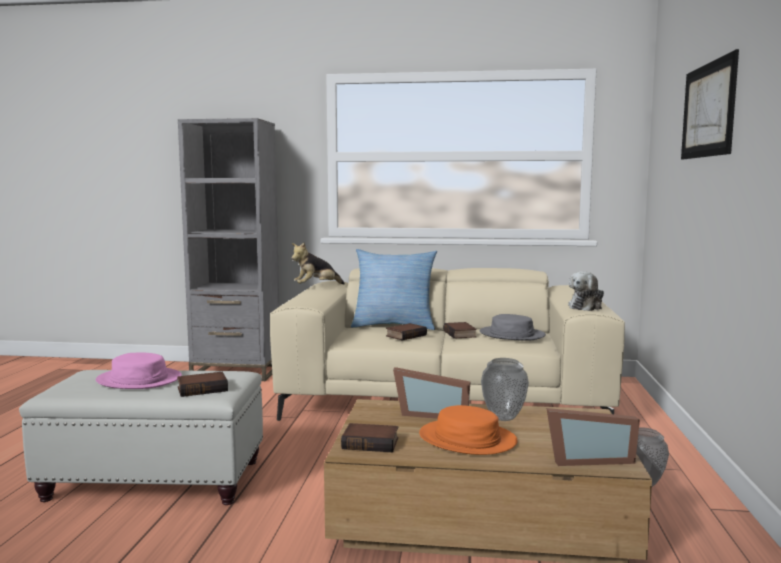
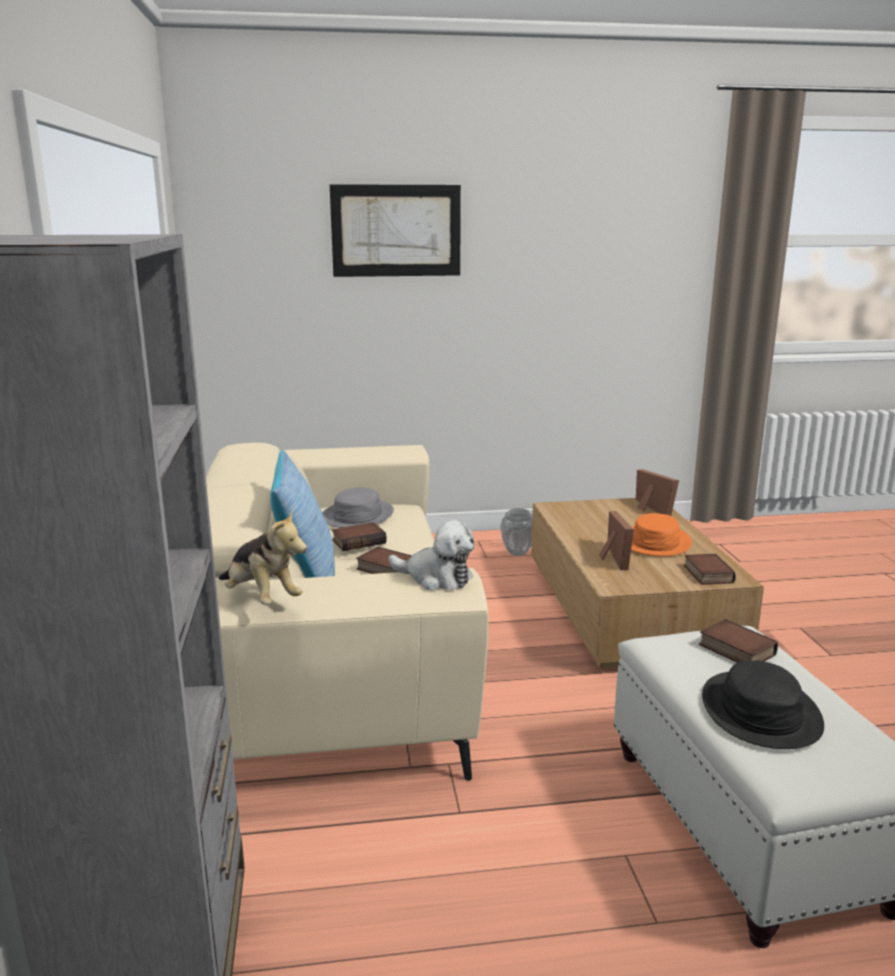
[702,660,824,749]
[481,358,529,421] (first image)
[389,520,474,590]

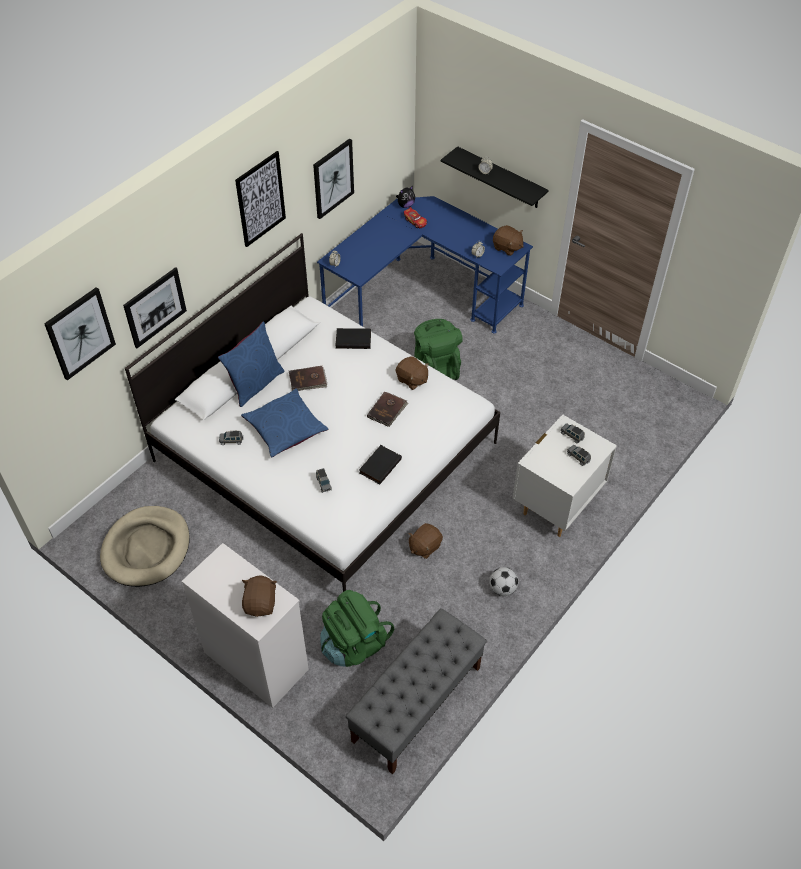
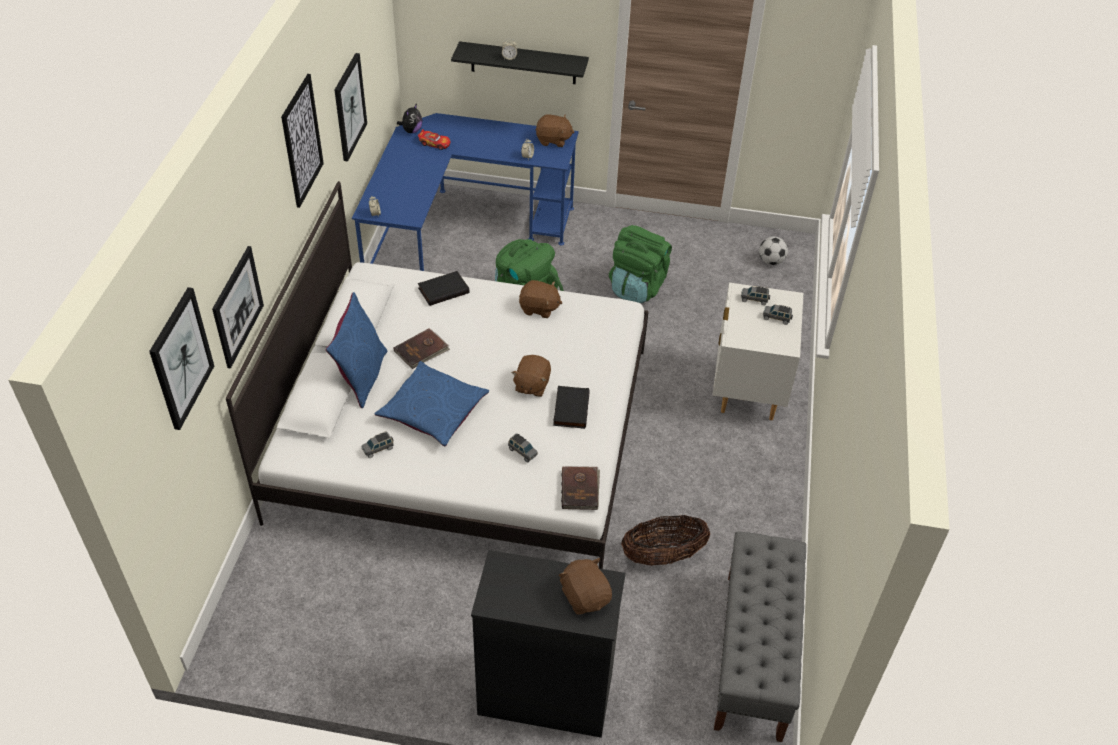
[100,506,189,587] (first image)
[471,550,626,738]
[609,225,672,303]
[561,466,600,510]
[512,355,551,397]
[759,237,788,265]
[621,515,710,566]

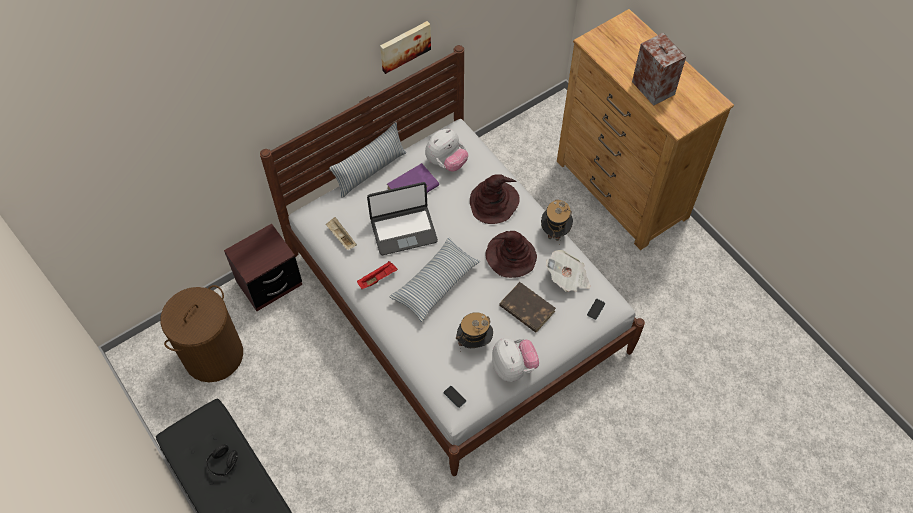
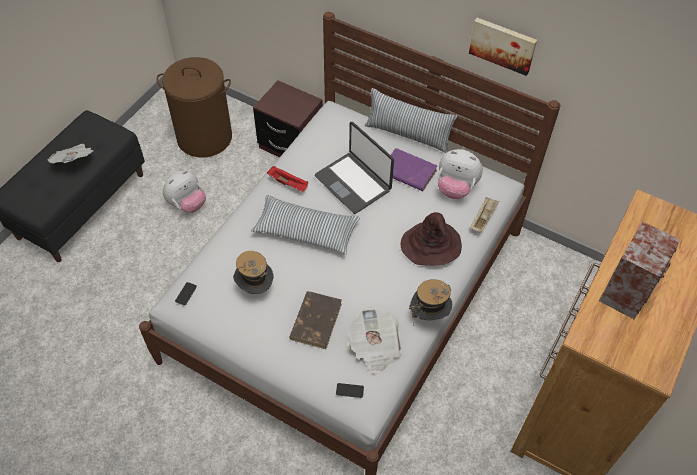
[48,144,94,163]
[470,197,500,233]
[486,231,537,278] (first image)
[163,170,206,213]

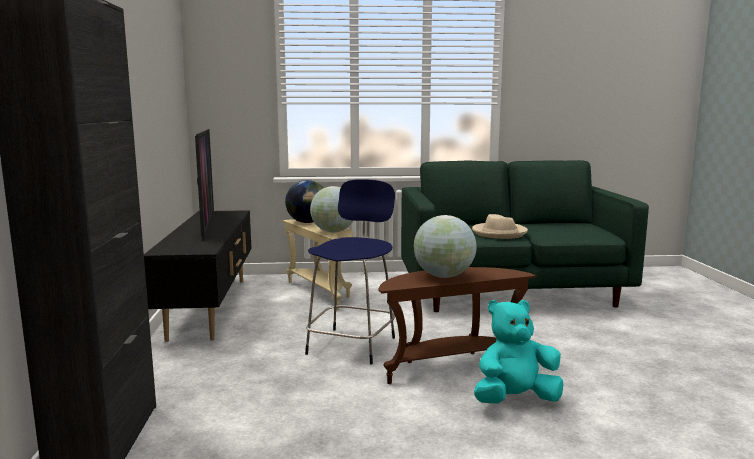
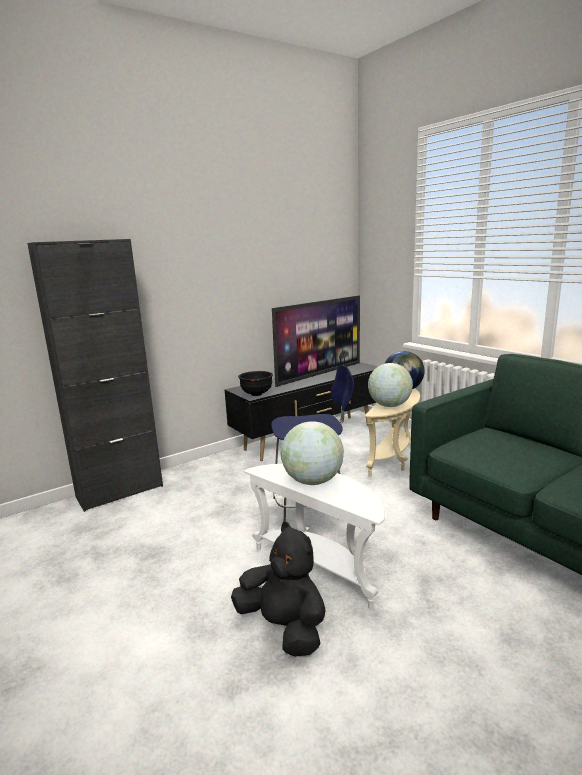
[244,464,385,610]
[472,214,528,239] (first image)
[231,522,326,657]
[238,371,273,396]

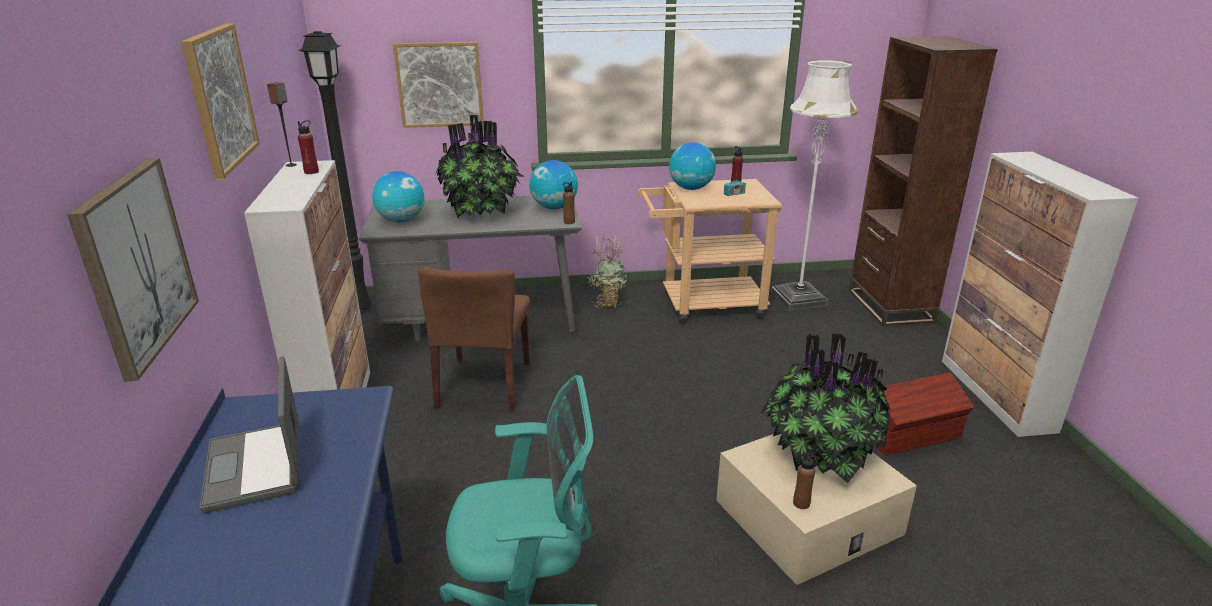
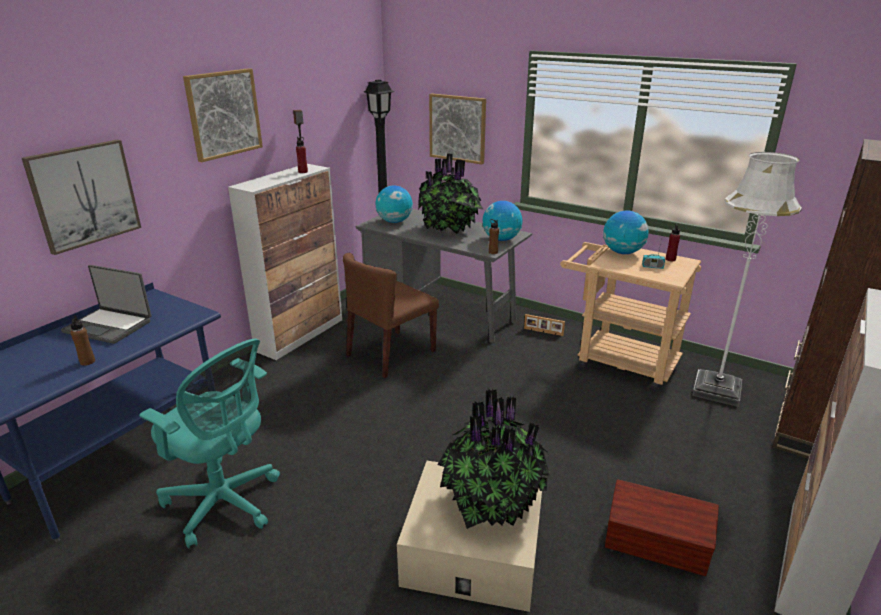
[61,265,152,344]
[524,314,565,336]
[71,315,95,366]

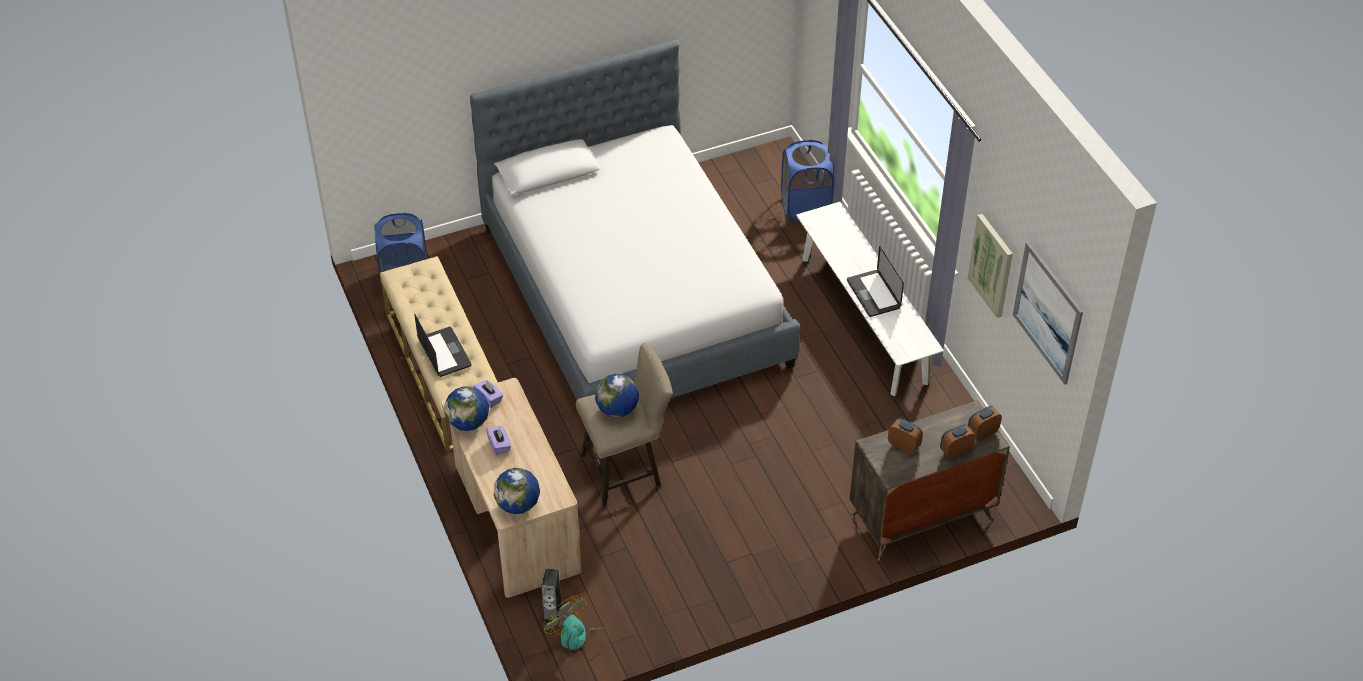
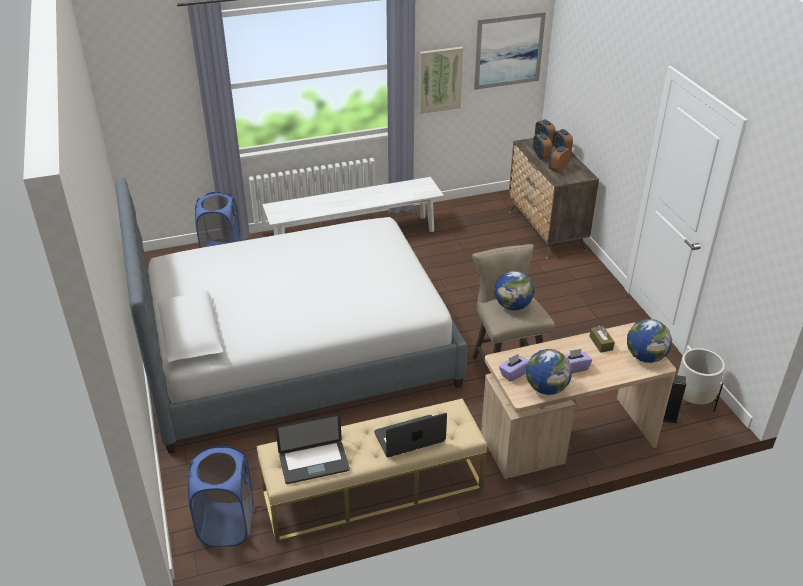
[678,348,725,412]
[275,414,350,484]
[533,133,552,160]
[589,326,615,353]

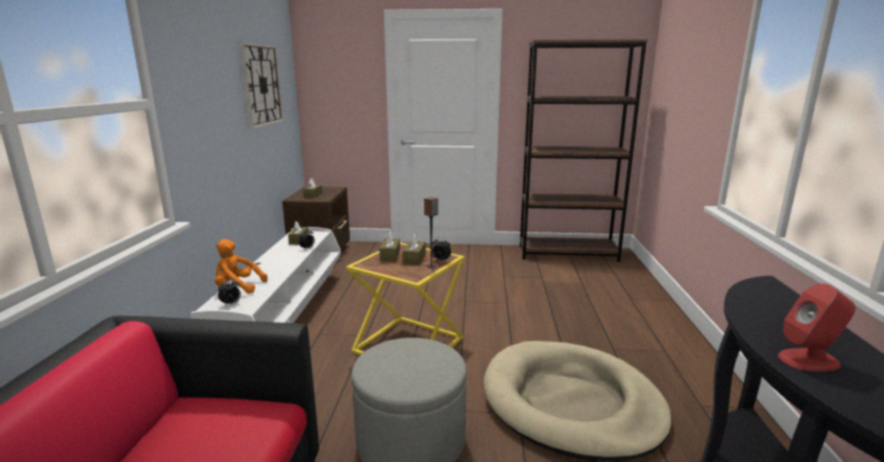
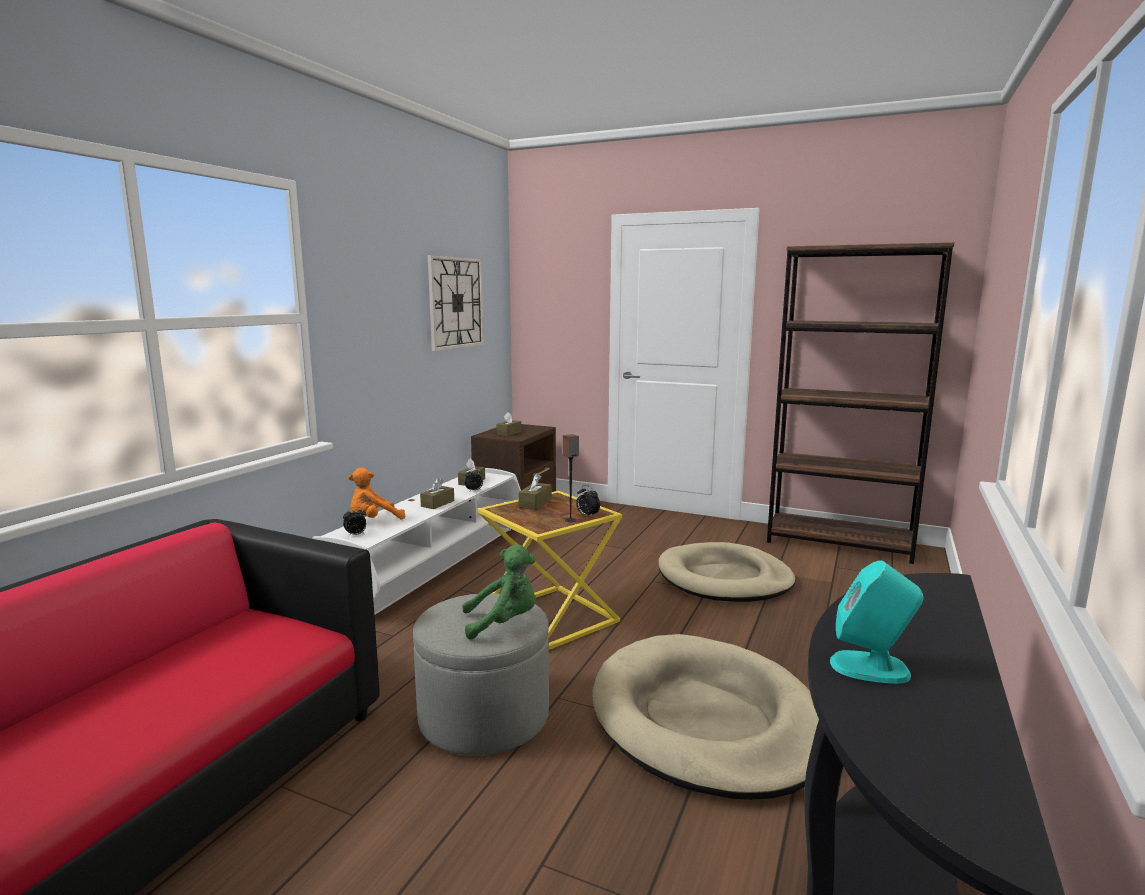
[348,468,405,520]
[420,478,454,509]
[830,560,924,684]
[462,544,536,640]
[658,542,796,602]

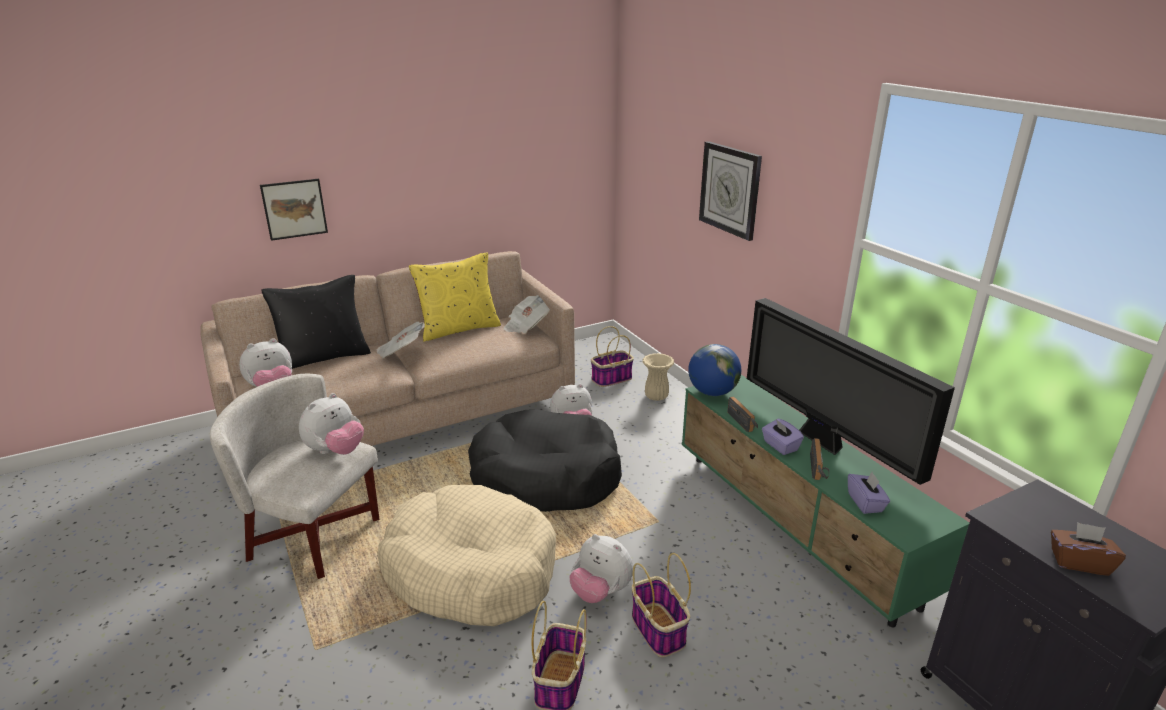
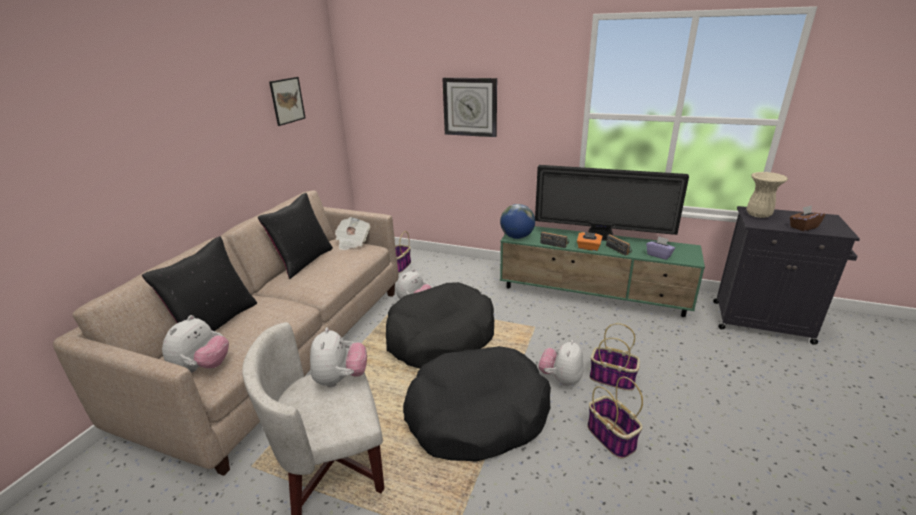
[269,77,305,126]
[376,322,425,359] (first image)
[403,346,551,461]
[258,193,333,279]
[538,340,584,386]
[747,172,788,218]
[577,232,603,251]

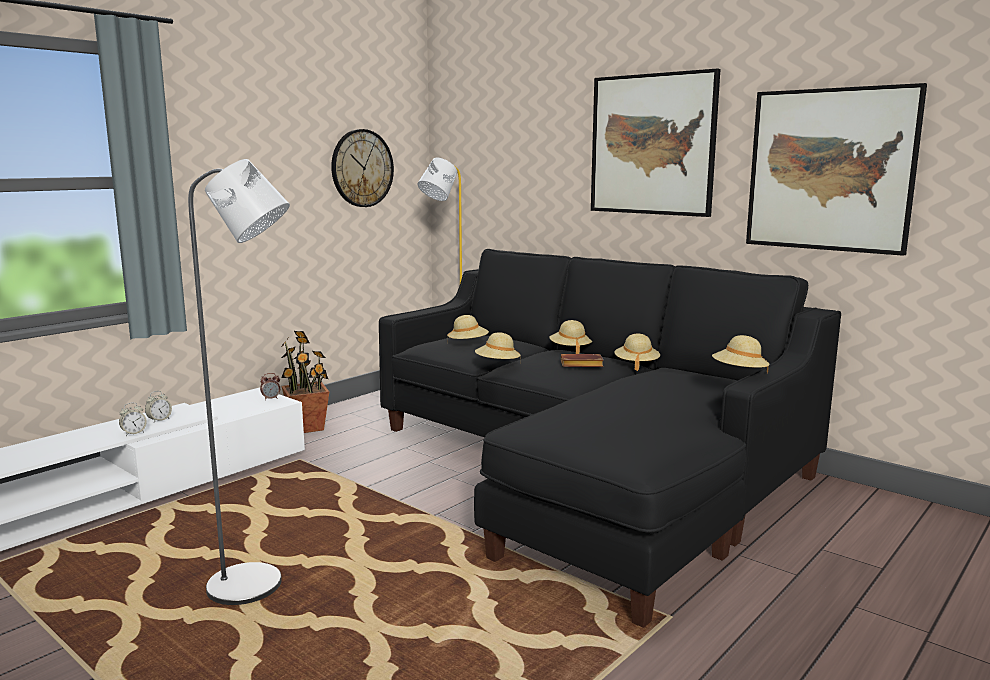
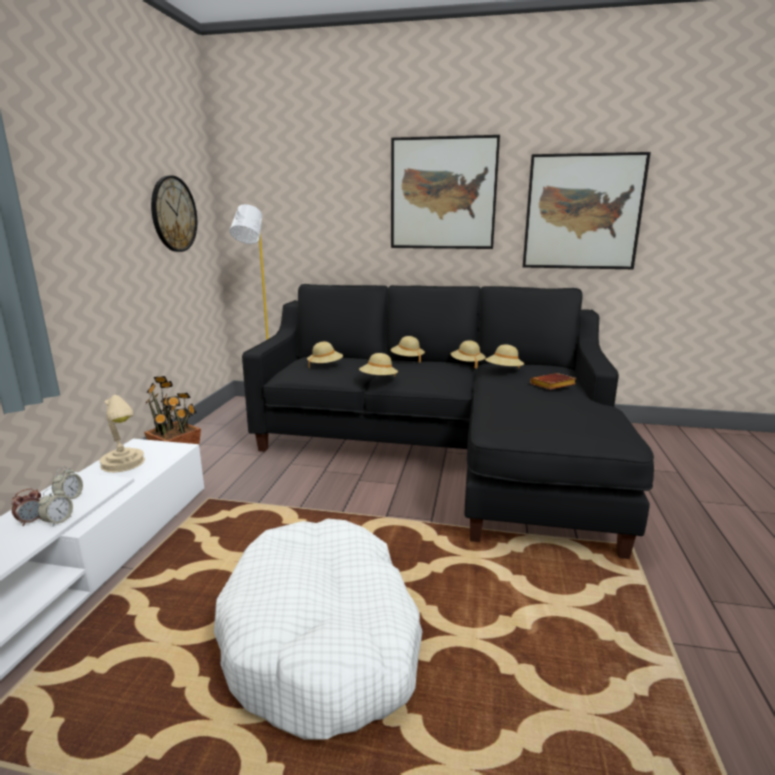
[214,519,423,740]
[11,488,41,526]
[530,373,577,390]
[485,344,524,368]
[99,395,145,472]

